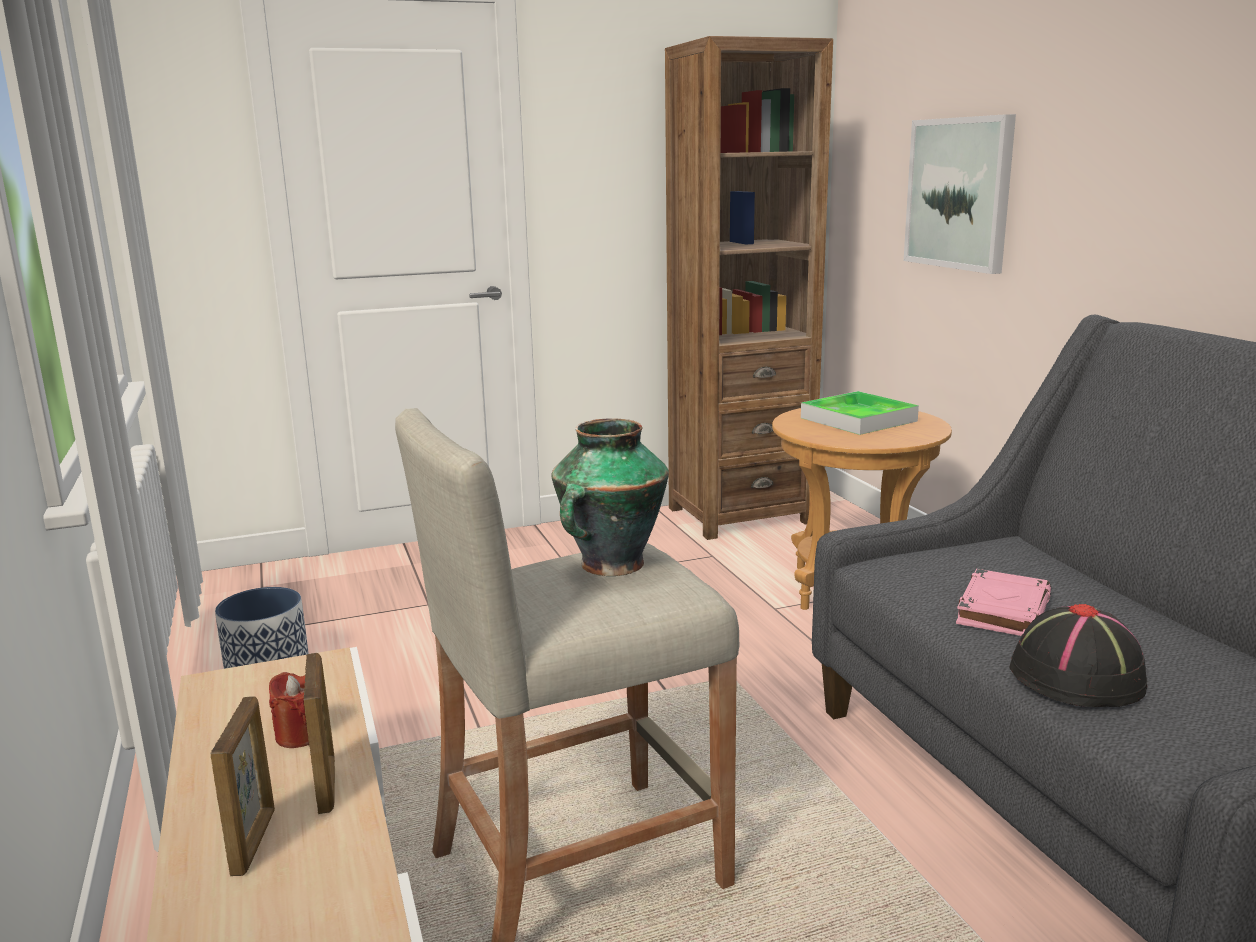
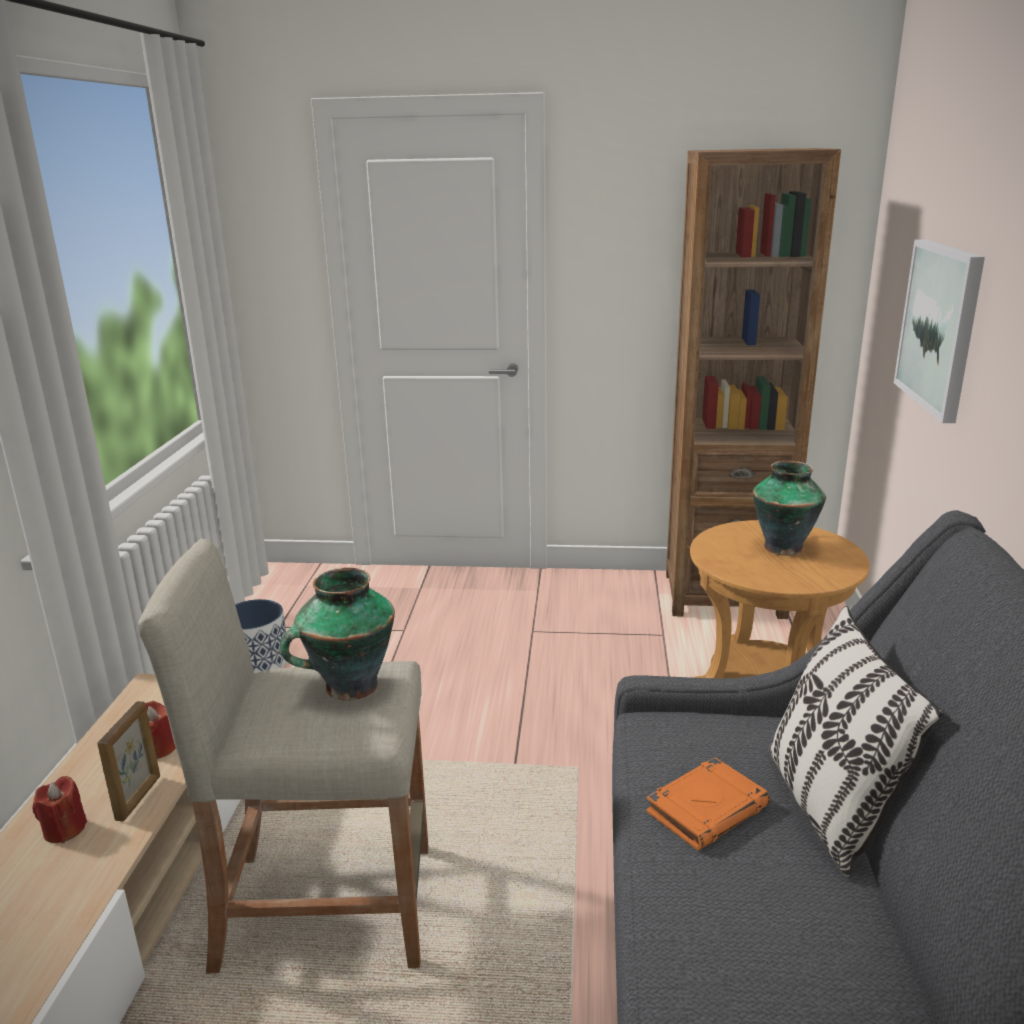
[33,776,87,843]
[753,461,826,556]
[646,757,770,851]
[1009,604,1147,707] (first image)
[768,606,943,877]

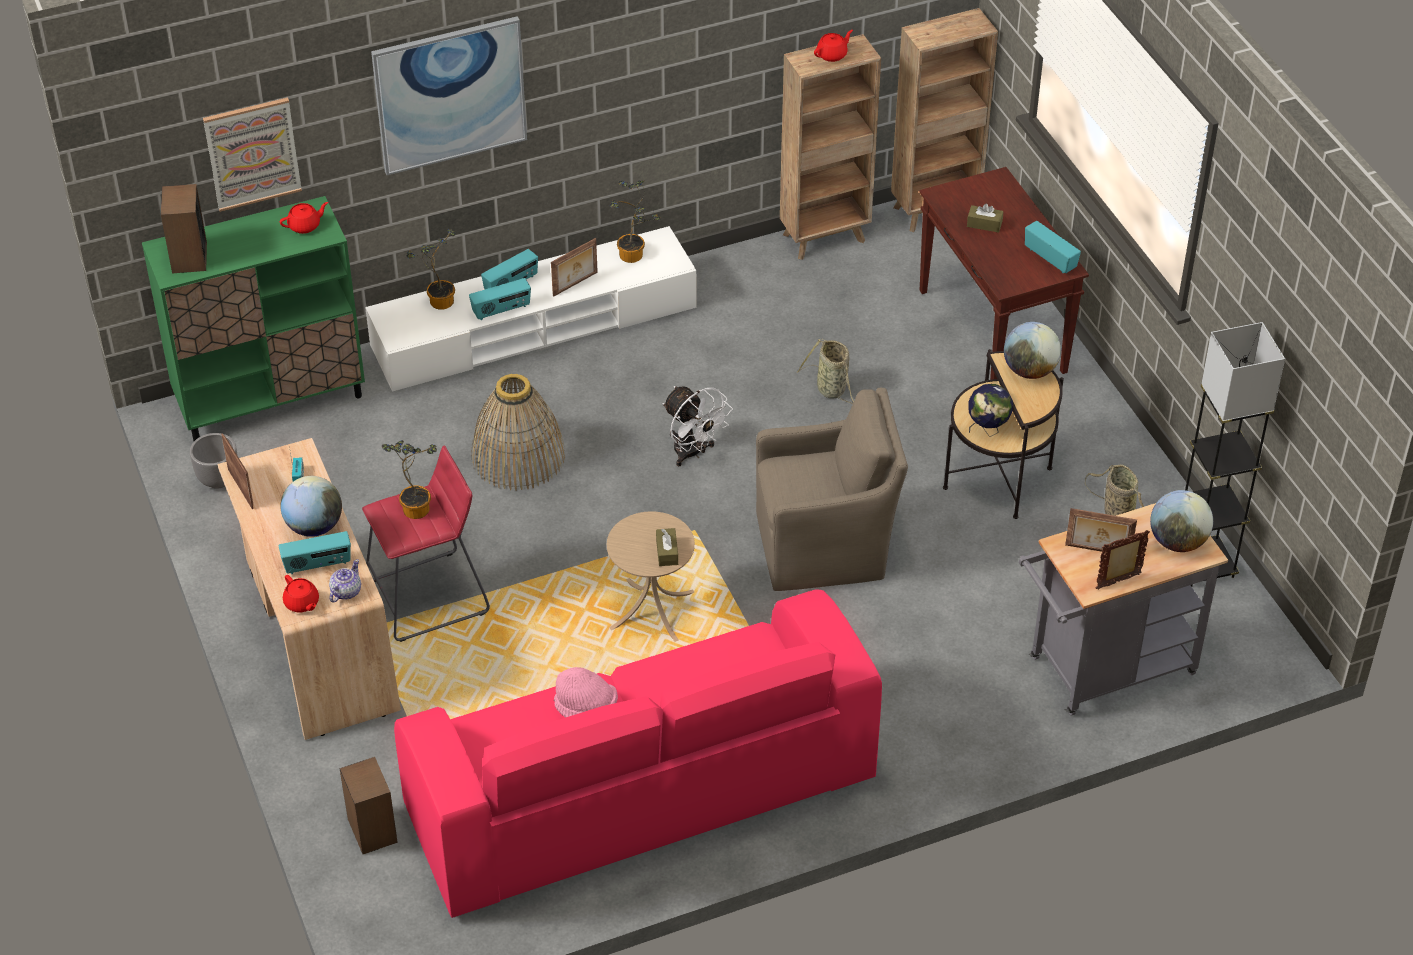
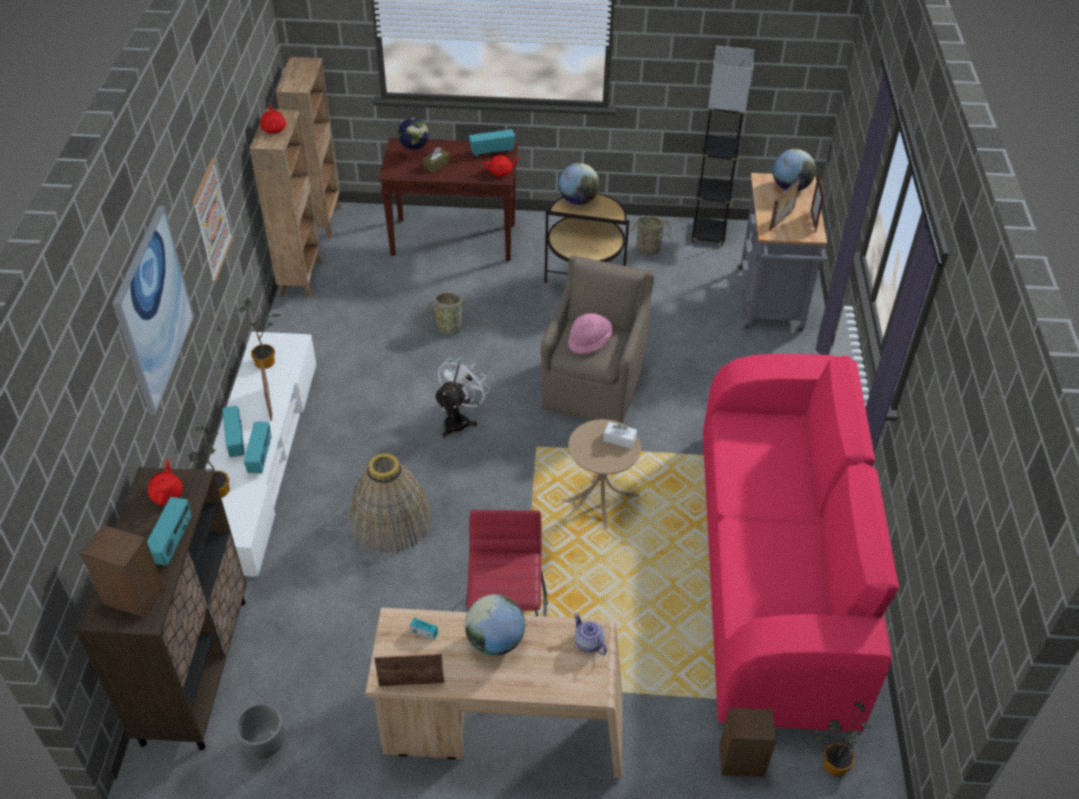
[75,467,247,751]
[192,159,233,282]
[147,497,191,566]
[483,155,520,176]
[812,702,872,776]
[568,313,612,354]
[603,422,637,449]
[434,356,490,439]
[398,118,429,162]

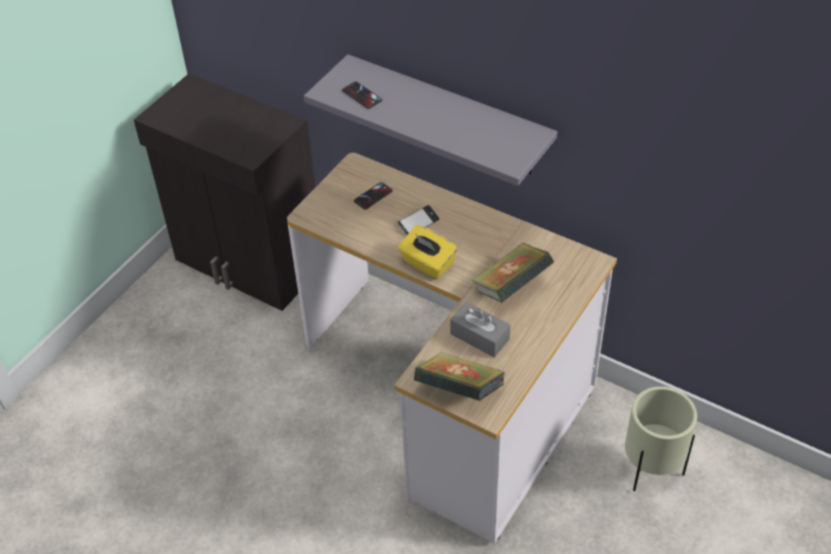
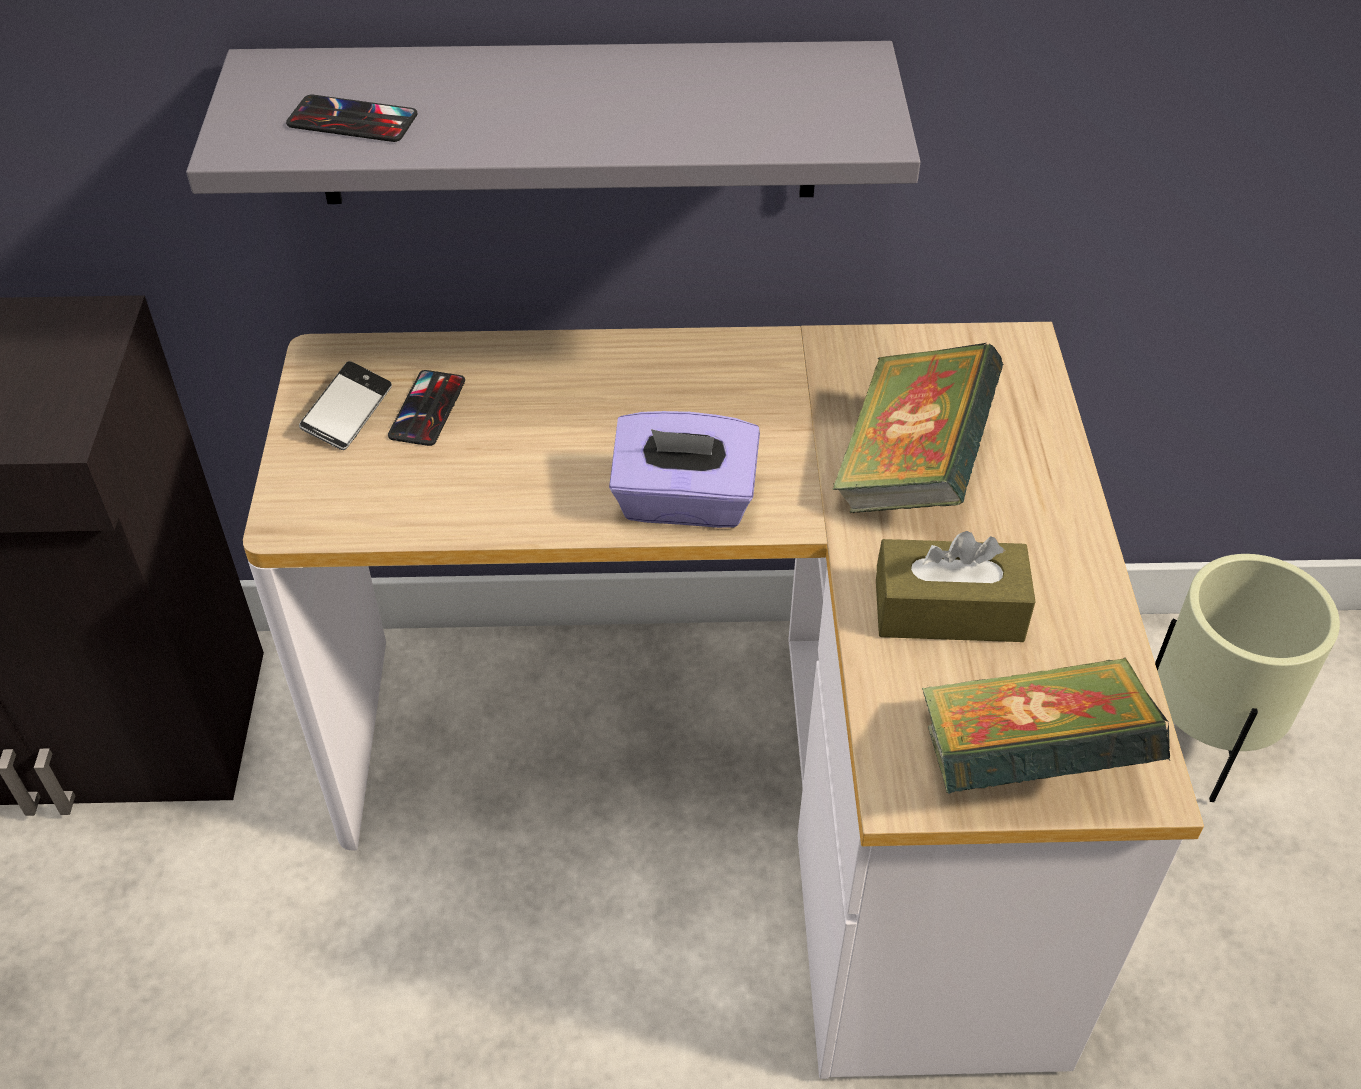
[299,361,392,450]
[609,411,760,528]
[876,531,1036,642]

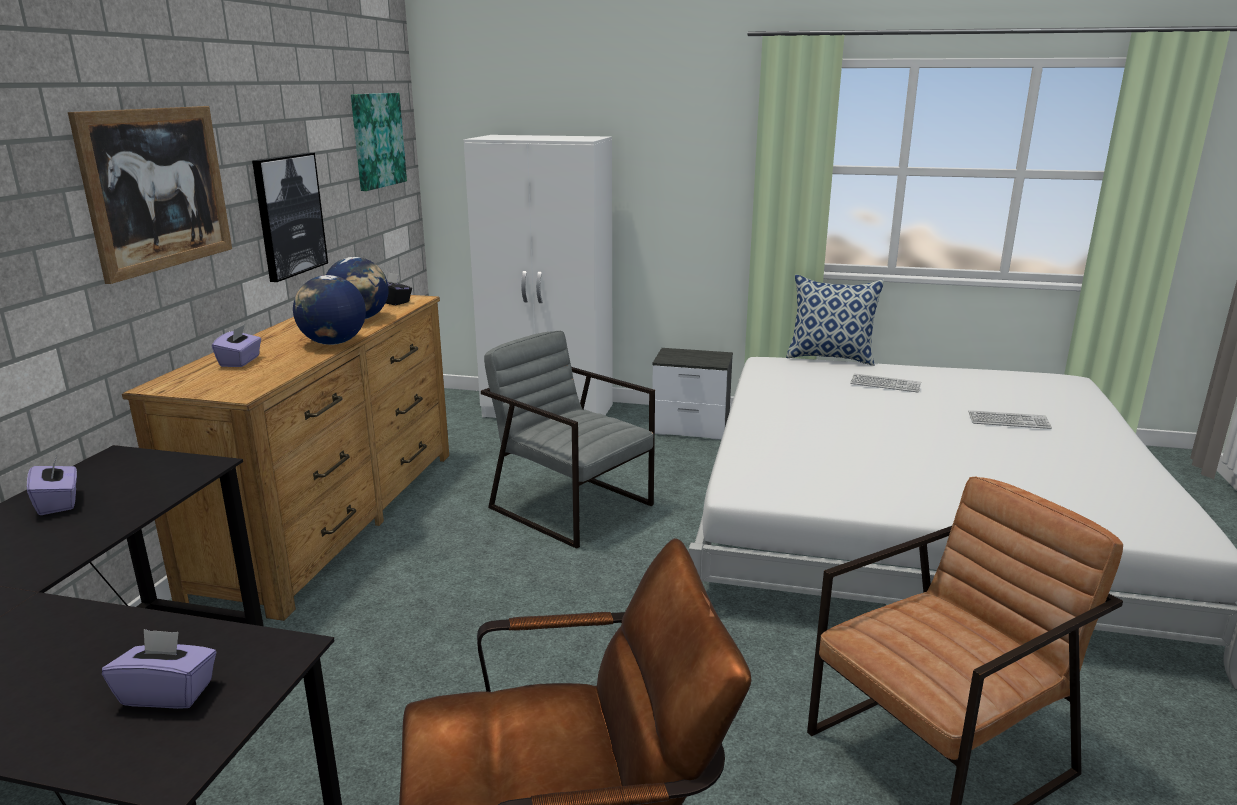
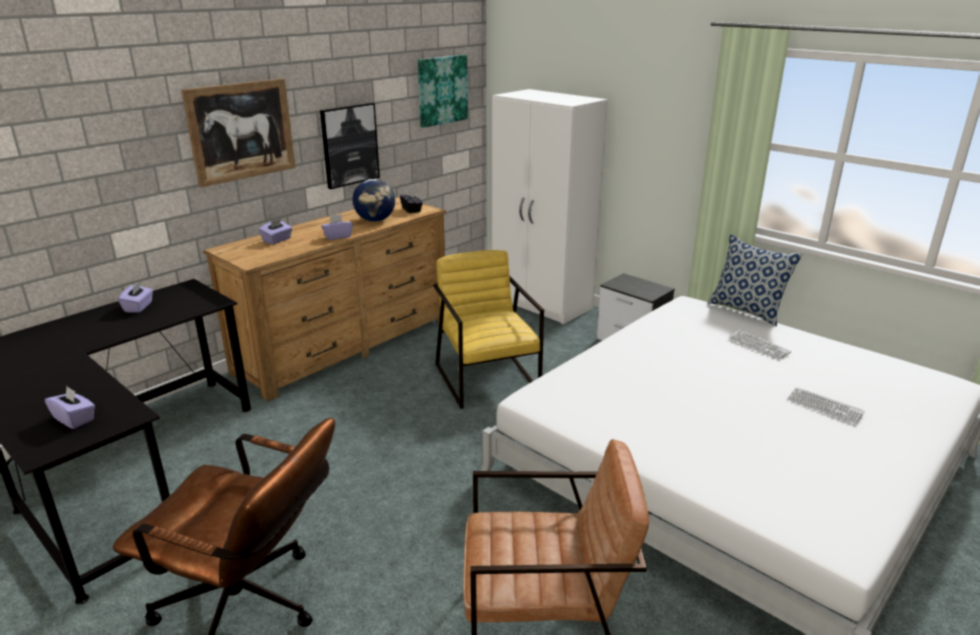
[321,214,353,240]
[433,250,544,409]

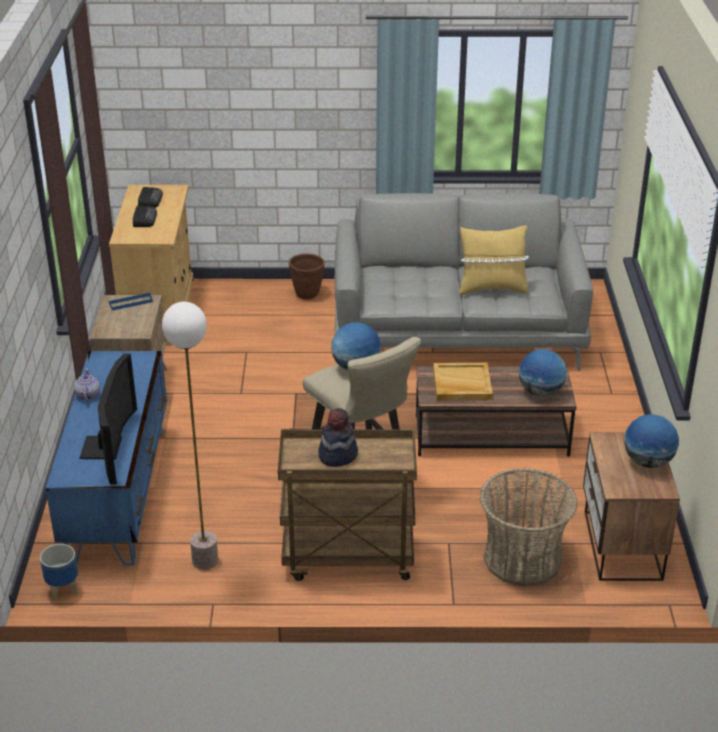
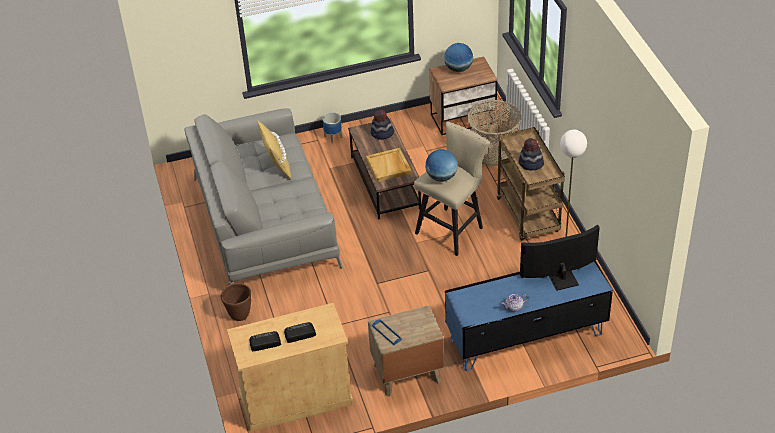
[322,112,342,143]
[371,110,394,140]

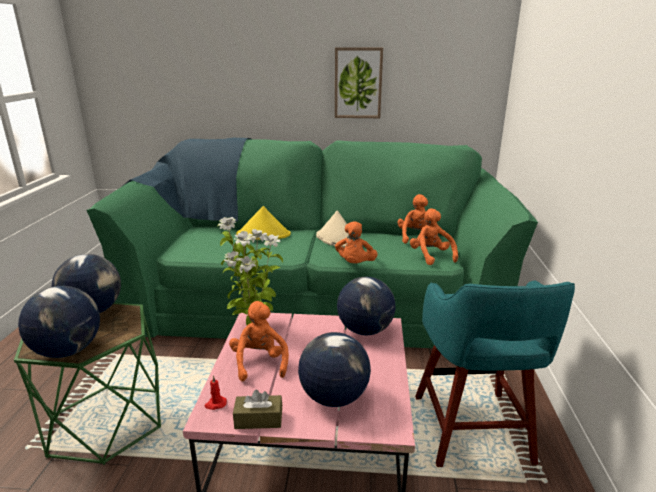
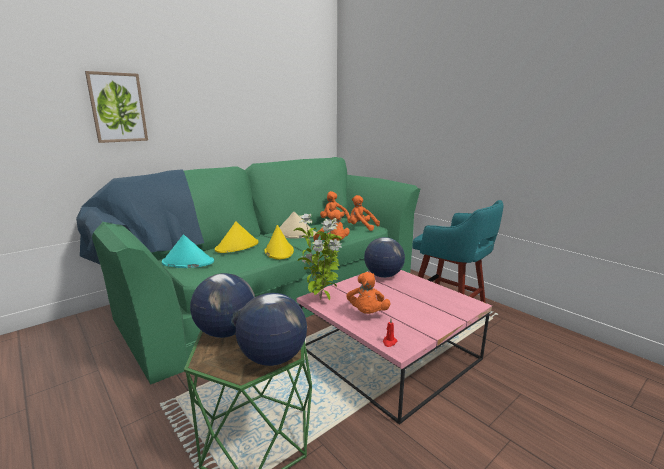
[346,272,390,314]
[233,390,282,429] (first image)
[298,332,371,407] (first image)
[85,71,148,143]
[162,235,214,268]
[264,225,294,259]

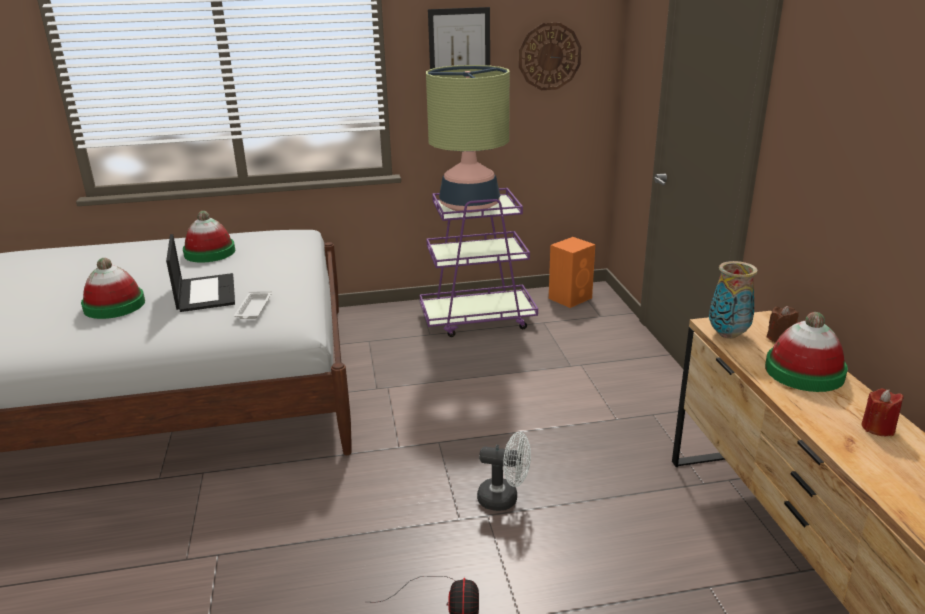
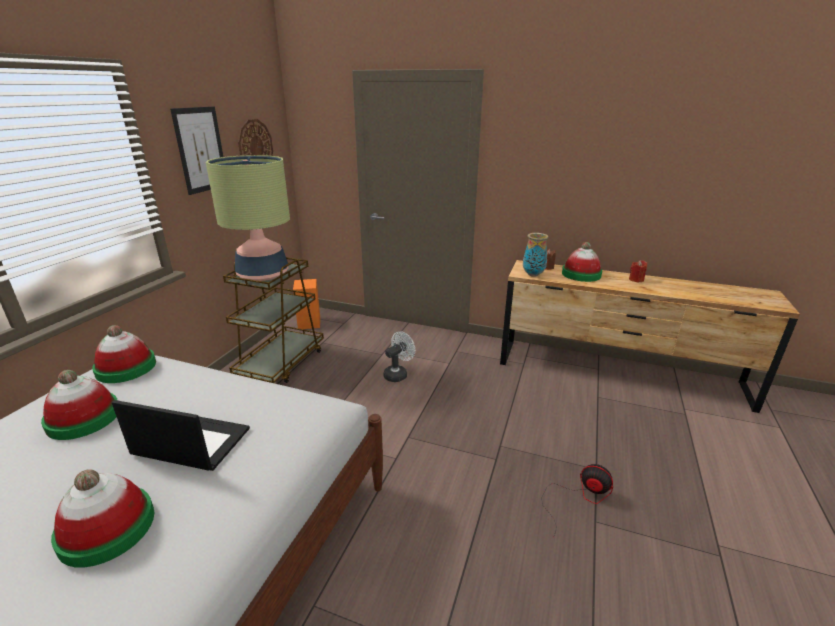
[234,291,272,319] (first image)
[223,257,324,383]
[383,331,415,382]
[92,325,156,383]

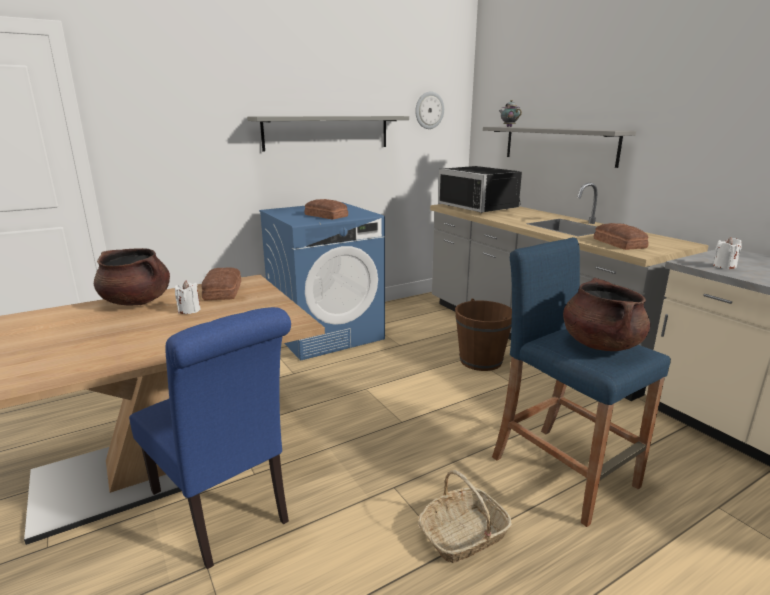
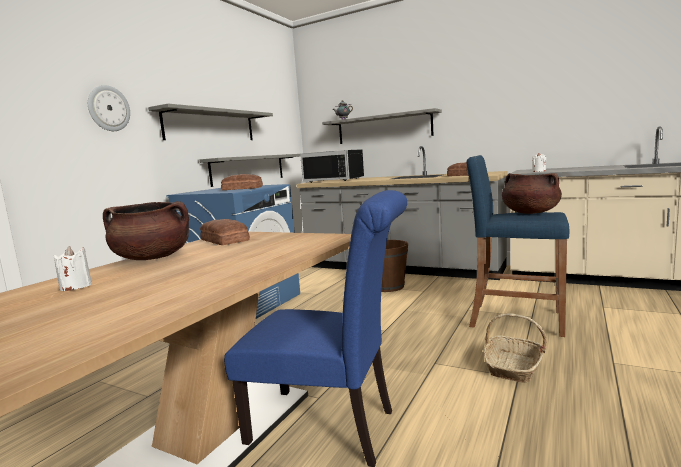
[54,246,92,291]
[88,85,130,131]
[200,154,301,187]

